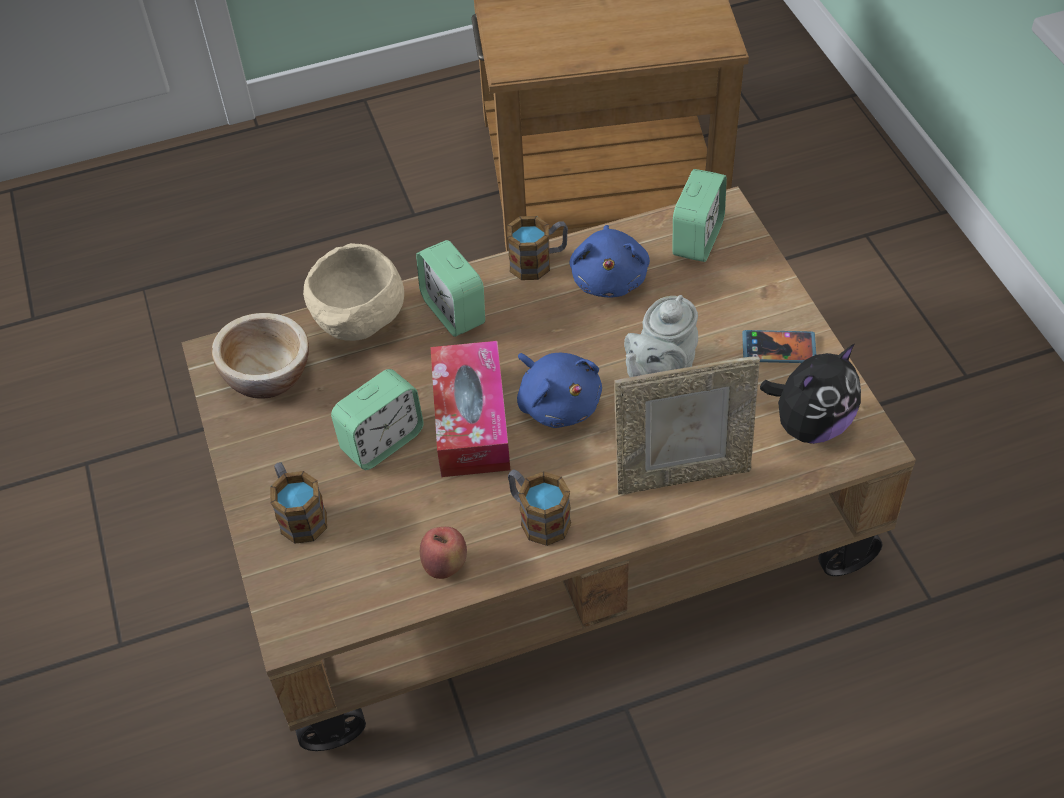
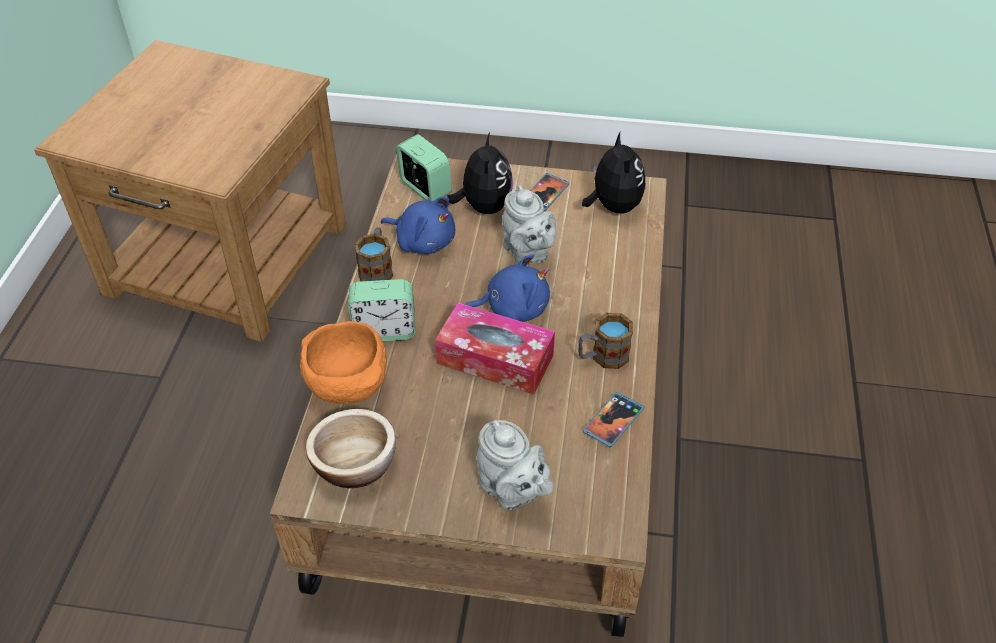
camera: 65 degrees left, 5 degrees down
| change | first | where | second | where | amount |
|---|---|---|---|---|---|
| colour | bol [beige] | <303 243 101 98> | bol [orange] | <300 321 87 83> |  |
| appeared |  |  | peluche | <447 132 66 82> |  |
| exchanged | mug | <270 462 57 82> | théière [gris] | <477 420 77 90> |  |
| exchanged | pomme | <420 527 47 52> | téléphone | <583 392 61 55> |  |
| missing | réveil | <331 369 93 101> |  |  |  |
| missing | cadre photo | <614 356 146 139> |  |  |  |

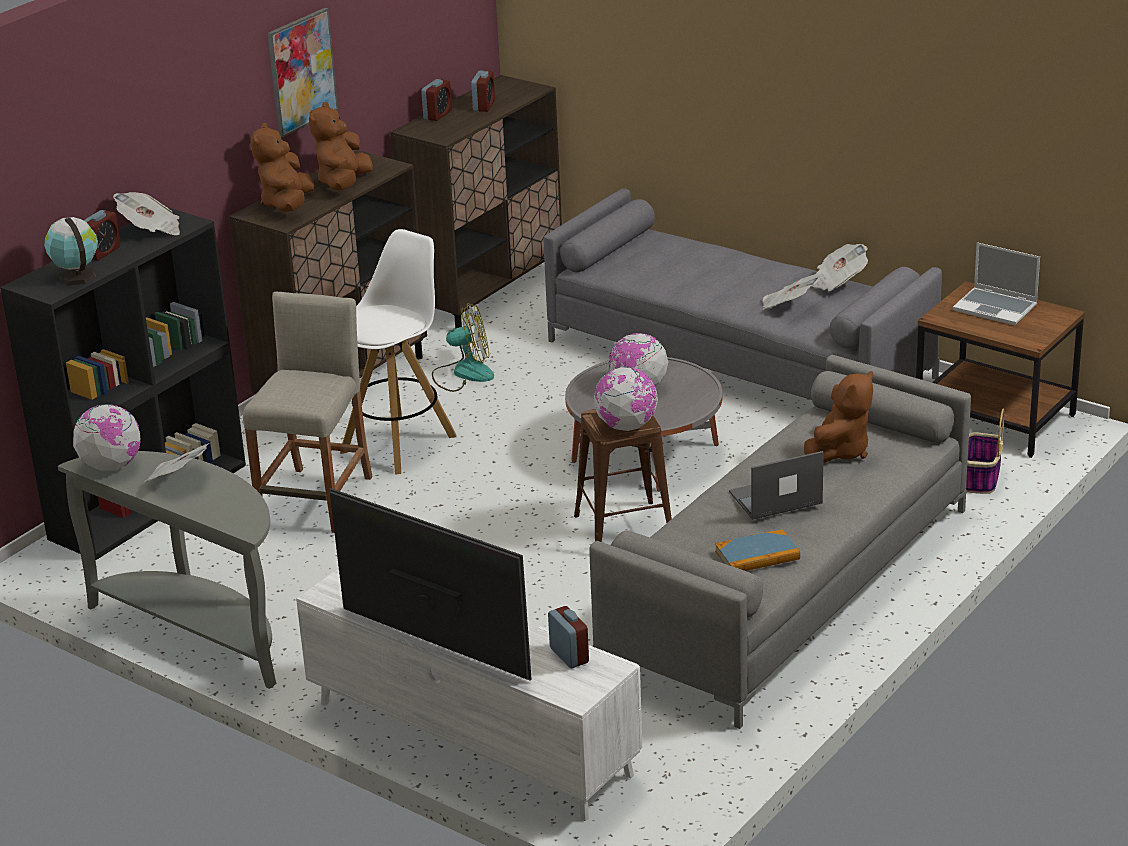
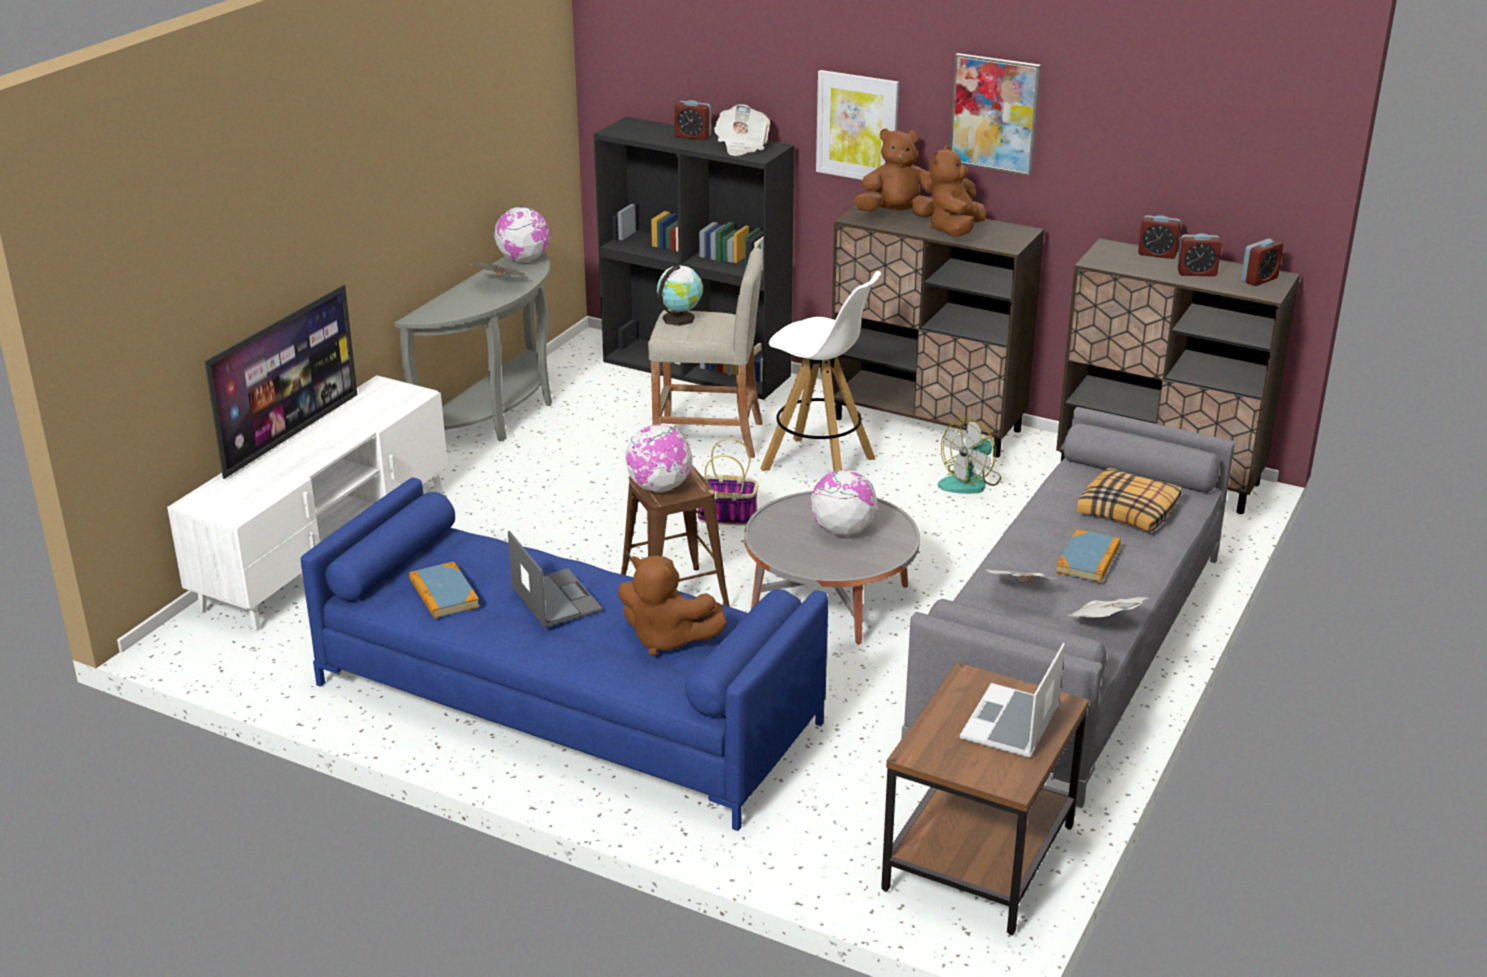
camera: 80 degrees right, 0 degrees up
| change | first | where | second | where | amount |
|---|---|---|---|---|---|
| colour | canapé [gris] | <589 355 382 374> | canapé [bleu] | <301 477 527 354> |  |
| relocated | globe | <44 217 54 69> |  | <657 265 46 61> |  |
| relocated | panier | <966 409 39 85> |  | <698 438 61 88> |  |
| appeared |  |  | tableau | <816 70 83 110> |  |
| spun | peluche [marron] | <309 102 64 88> |  | <929 145 57 91> | 75 degrees counterclockwise |
| spun | ventilateur | <432 303 62 89> |  | <938 417 63 77> | 60 degrees clockwise |
| appeared |  |  | livre | <1056 529 65 54> |  |
| appeared |  |  | coussin | <1077 467 105 65> |  |
| relocated | réveil | <548 606 41 62> |  | <1241 238 42 48> |  |

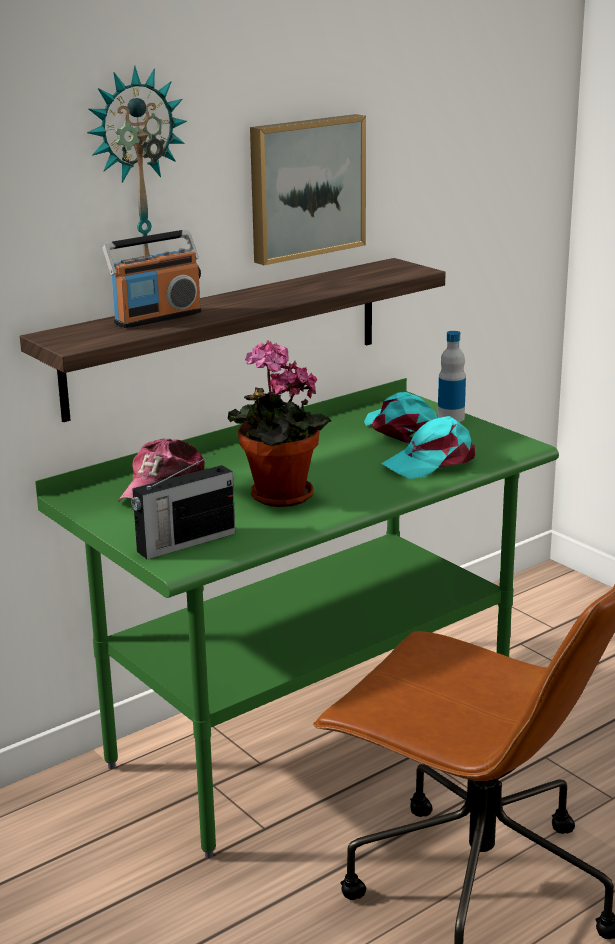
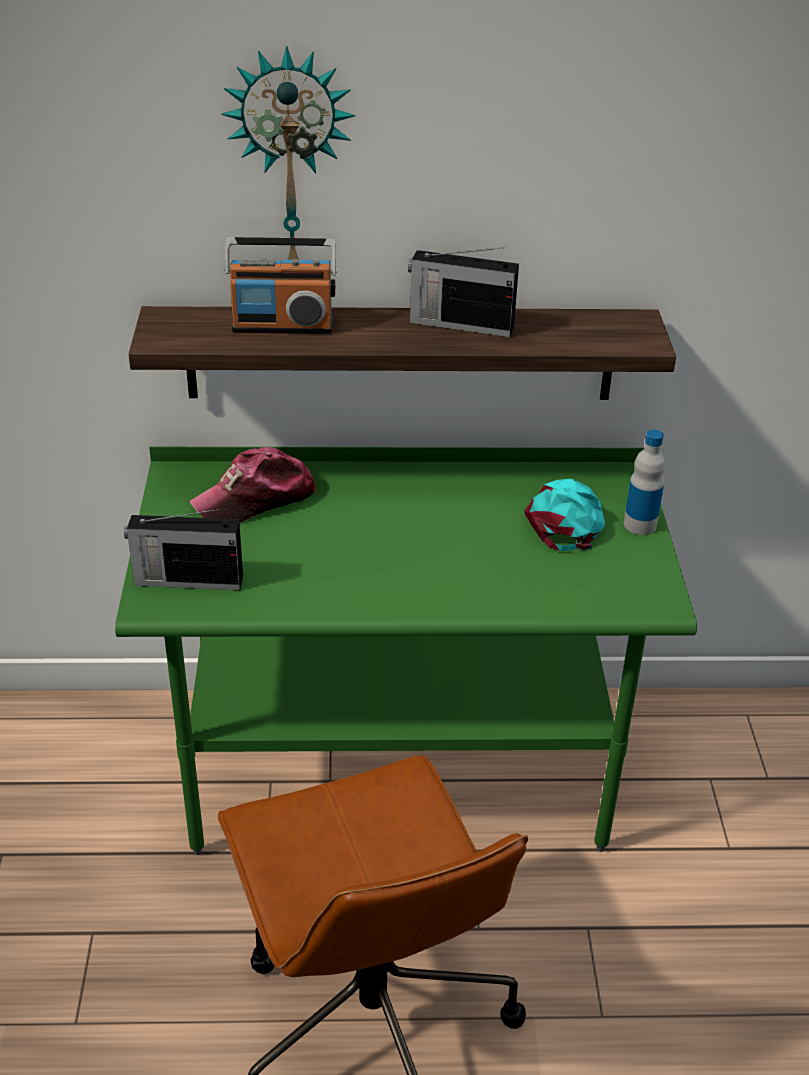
camera: 35 degrees right, 15 degrees up
| change | first | where | second | where | amount |
|---|---|---|---|---|---|
| appeared |  |  | radio | <408 247 111 90> |  |
| missing | plante en pot | <228 340 103 167> |  |  |  |
| missing | tableau | <250 114 116 151> |  |  |  |
| missing | casquette [turquoise] | <381 416 95 63> |  |  |  |

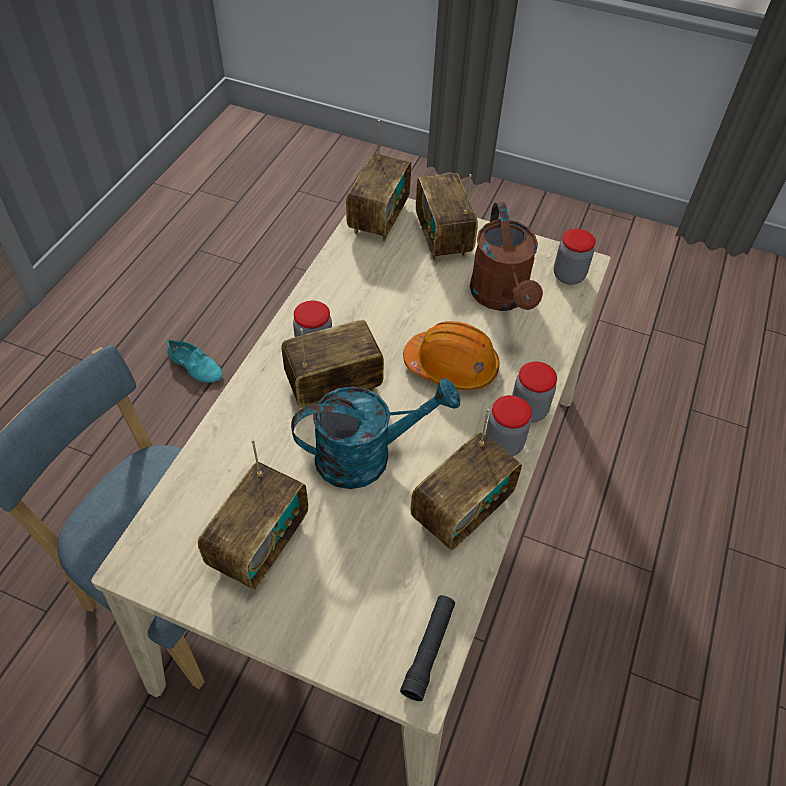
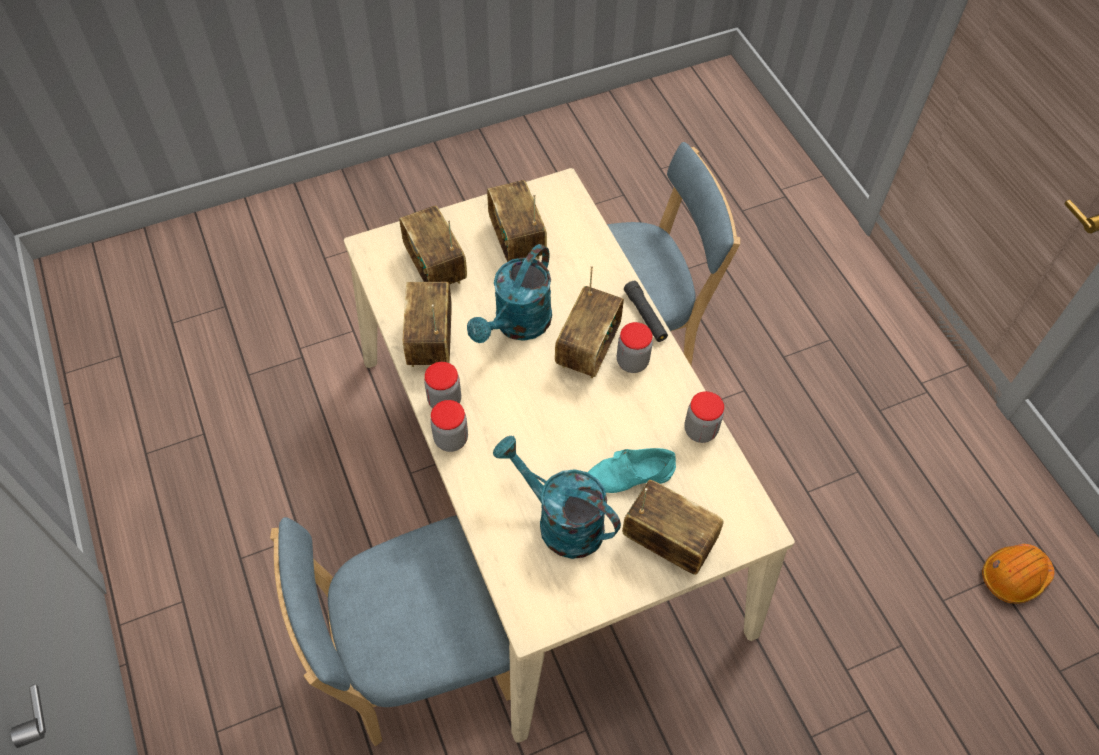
camera: 135 degrees right, 5 degrees up
| change | first | where | second | where | amount |
|---|---|---|---|---|---|
| appeared |  |  | chaise [bleu] | <270 515 241 231> |  |
| relocated | radio | <346 120 65 121> |  | <399 206 68 78> |  |
| colour | arrosoir [marron] | <470 202 73 109> | arrosoir [turquoise] | <493 436 128 123> |  |
| relocated | chaussure [turquoise] | <167 340 56 43> |  | <588 448 88 45> |  |
| relocated | lampe de poche [noir] | <400 595 55 106> |  | <624 281 44 61> |  |
| relocated | bocal | <554 229 42 56> |  | <684 391 40 52> |  |
| relocated | casque de chantier [orange] | <403 321 97 69> |  | <982 544 72 59> |  |

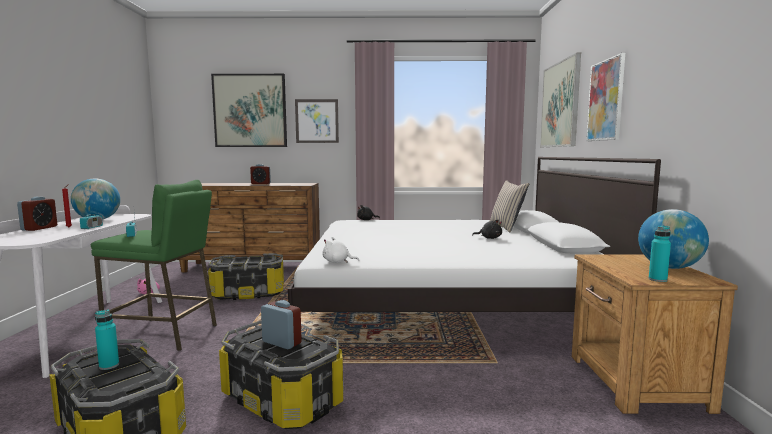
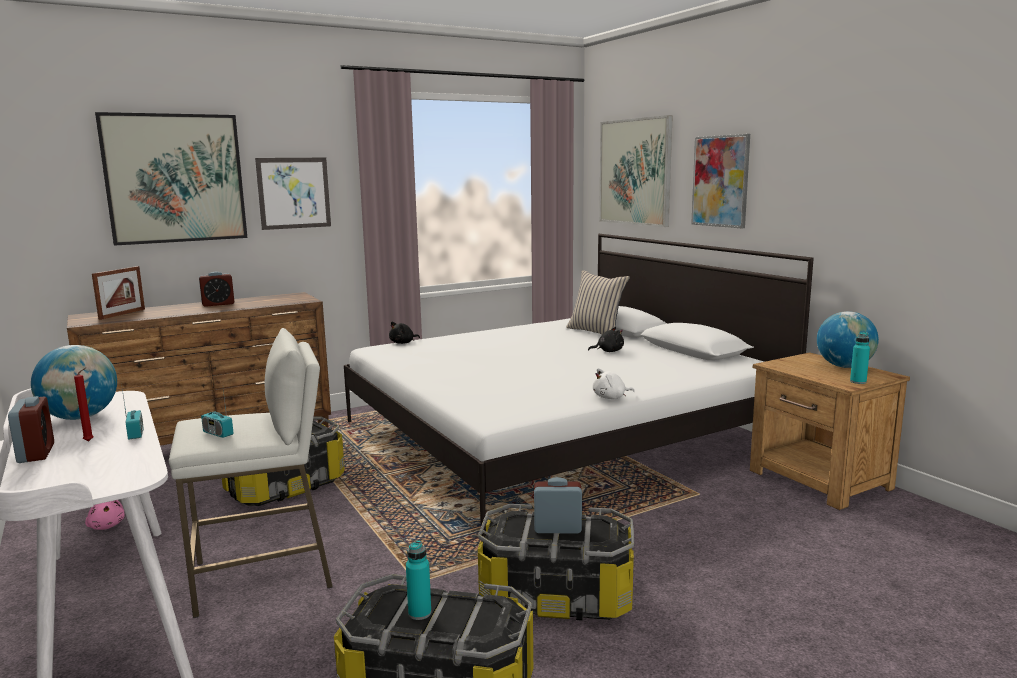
camera: 30 degrees left, 5 degrees up
| change | first | where | second | where | amount |
|---|---|---|---|---|---|
| appeared |  |  | cadre photo | <92 266 53 54> |  |
| colour | tabouret [vert] | <91 180 126 171> | tabouret [blanc] | <169 328 164 290> |  |
| relocated | peluche [blanc] | <322 237 38 26> |  | <593 368 42 31> |  |

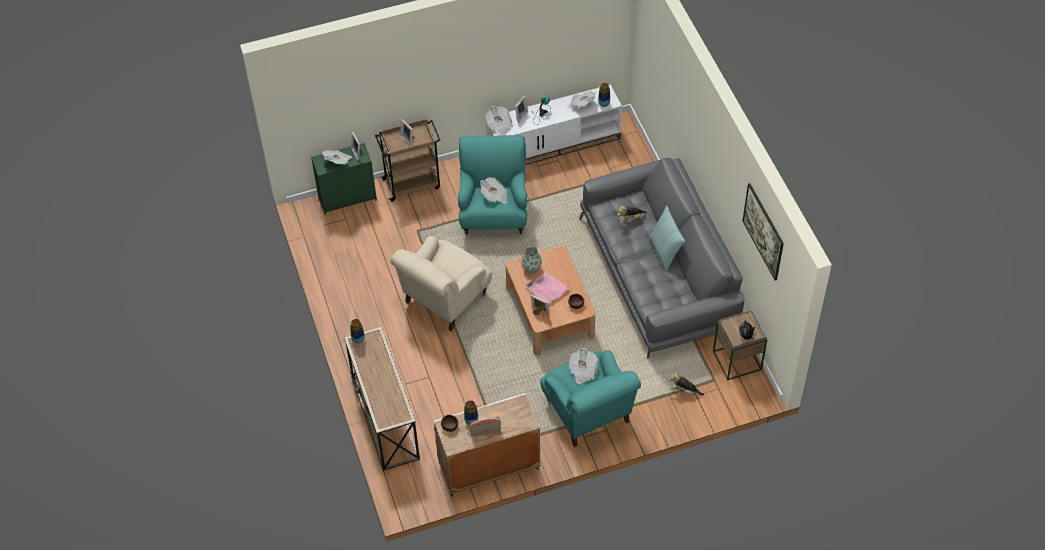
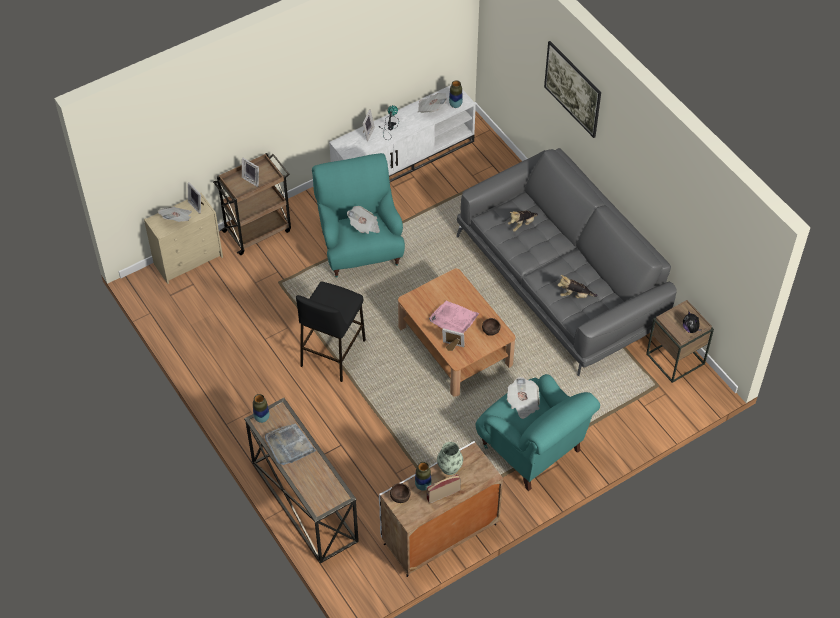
camera: 15 degrees left, 0 degrees up
| change | first | where | second | where | amount |
|---|---|---|---|---|---|
| colour | commode [vert] | <311 143 66 72> | commode [beige] | <144 193 79 91> |  |
| appeared |  |  | plateau [gris] | <265 423 51 42> |  |
| exchanged | fauteuil [beige] | <390 236 102 95> | tabouret [noir] | <296 282 70 100> |  |
| relocated | vase | <522 246 20 28> |  | <437 442 26 33> |  |
| relocated | tableau | <743 183 41 98> |  | <544 41 57 97> |  |
| relocated | peluche | <668 371 36 24> |  | <557 275 41 23> |  |
| missing | journal | <486 106 27 29> |  |  |  |
| missing | coussin | <648 206 37 66> |  |  |  |

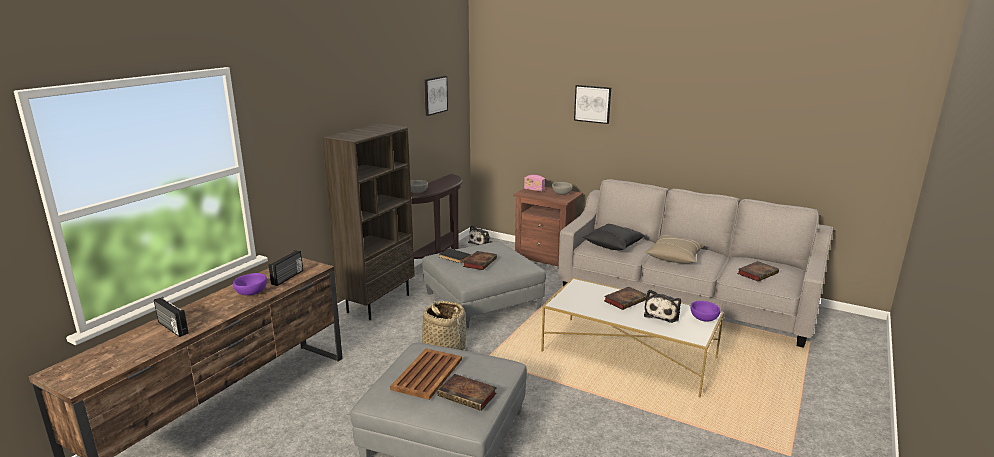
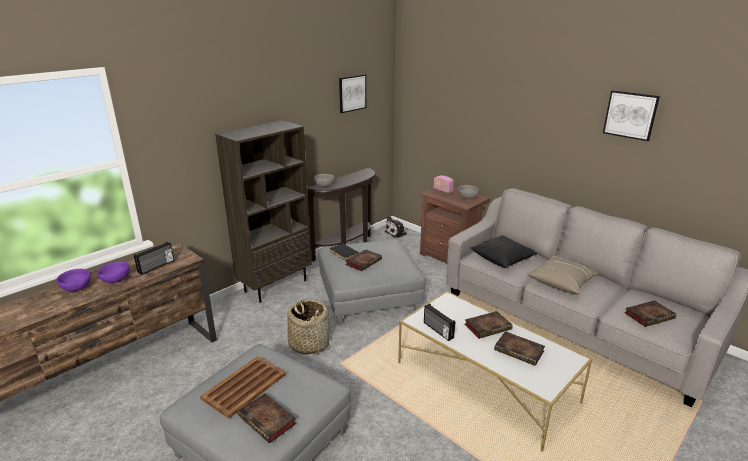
camera: 15 degrees right, 5 degrees up
| change | first | where | second | where | amount |
|---|---|---|---|---|---|
| relocated | bol [violet] | <690 301 30 21> |  | <56 269 35 22> |  |
| relocated | radio | <154 297 35 40> |  | <424 304 31 37> |  |
| exchanged | peluche | <644 290 37 33> | livre | <494 331 51 35> |  |
| relocated | tableau | <574 85 37 39> |  | <603 90 57 51> |  |

